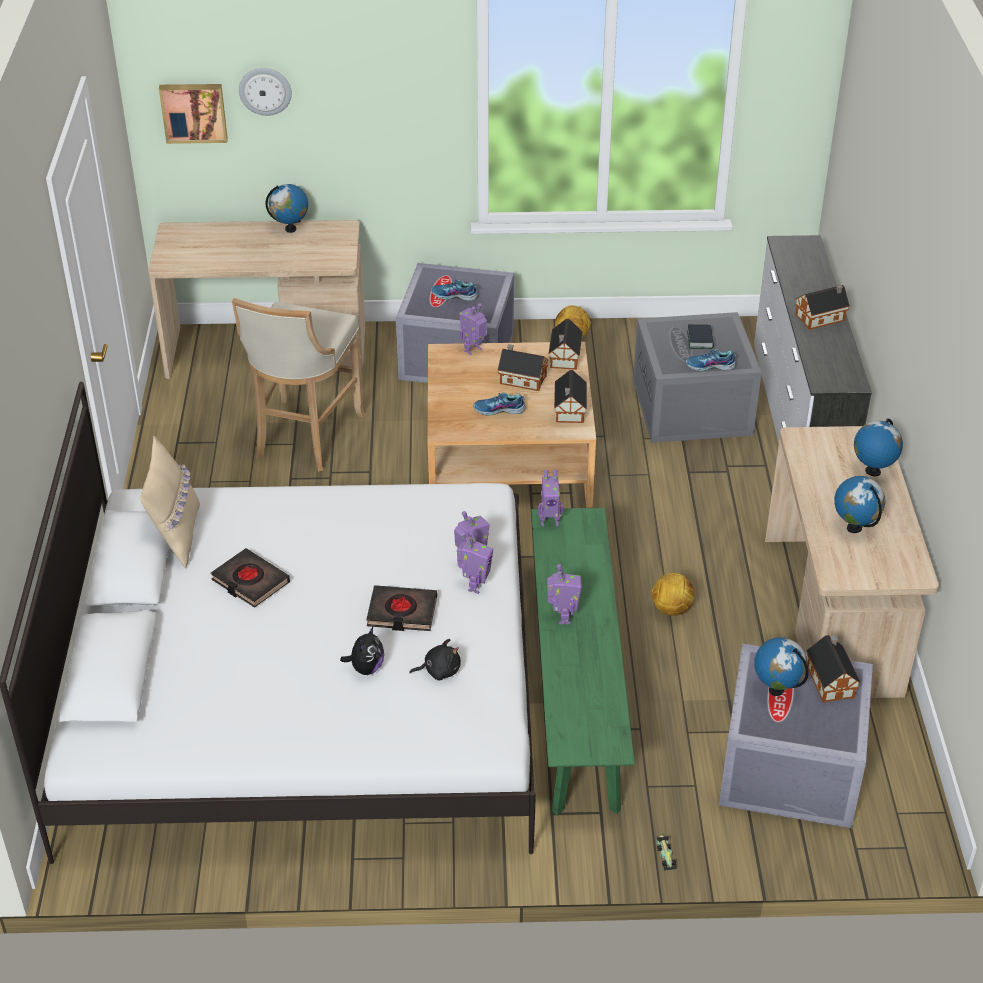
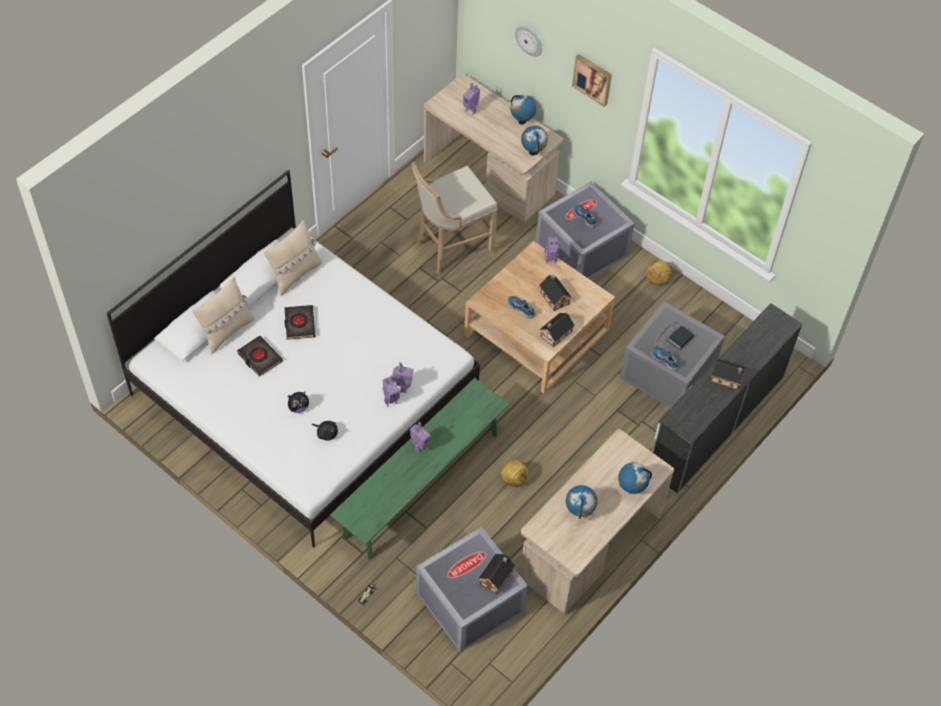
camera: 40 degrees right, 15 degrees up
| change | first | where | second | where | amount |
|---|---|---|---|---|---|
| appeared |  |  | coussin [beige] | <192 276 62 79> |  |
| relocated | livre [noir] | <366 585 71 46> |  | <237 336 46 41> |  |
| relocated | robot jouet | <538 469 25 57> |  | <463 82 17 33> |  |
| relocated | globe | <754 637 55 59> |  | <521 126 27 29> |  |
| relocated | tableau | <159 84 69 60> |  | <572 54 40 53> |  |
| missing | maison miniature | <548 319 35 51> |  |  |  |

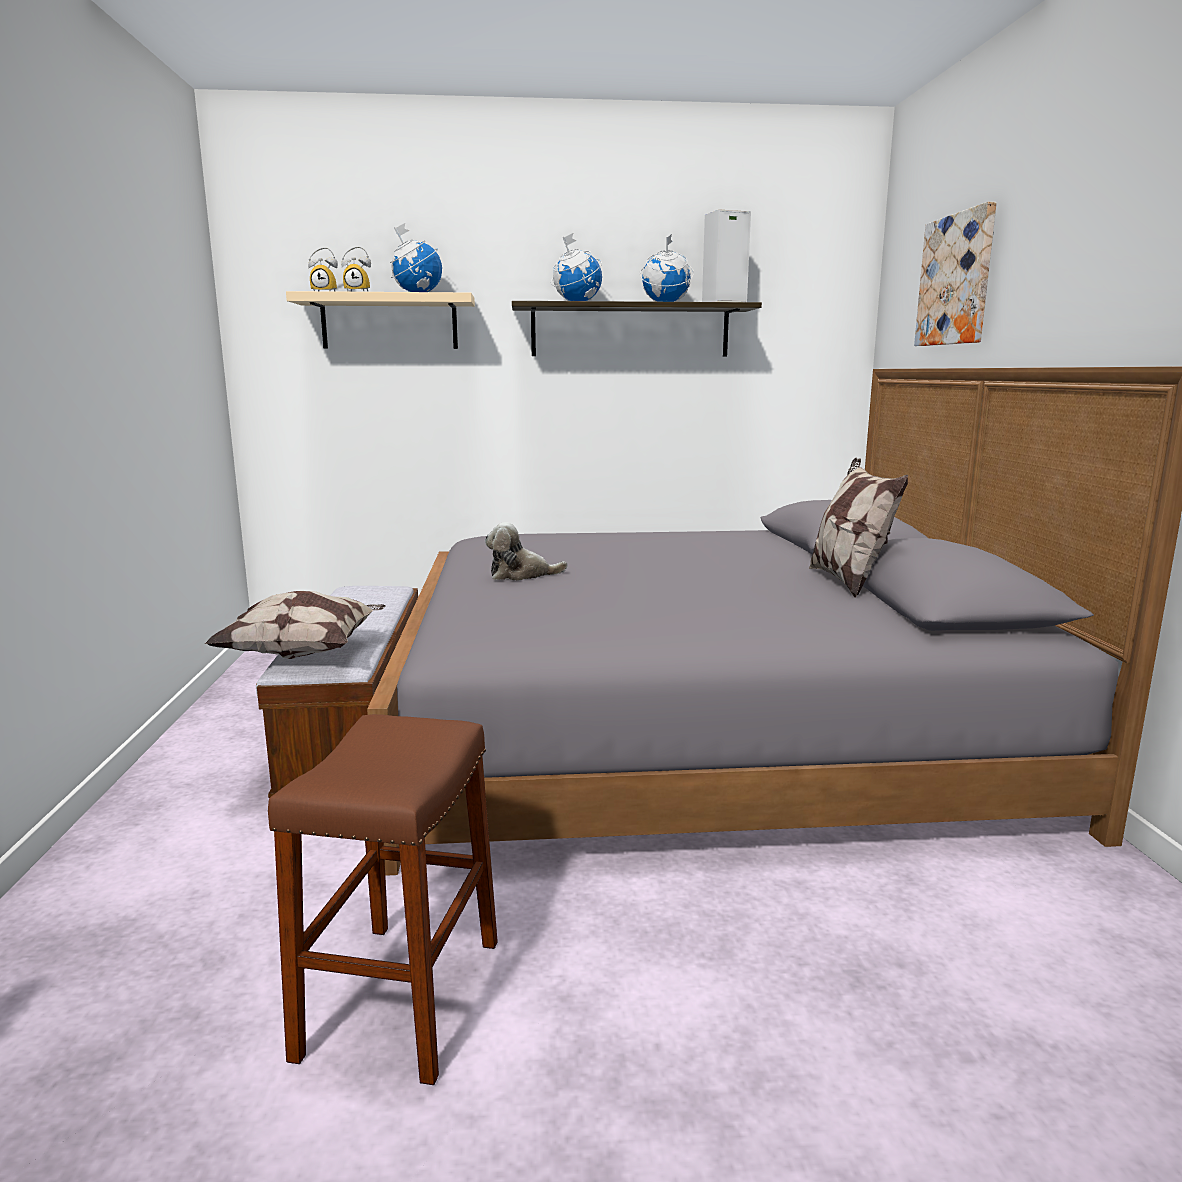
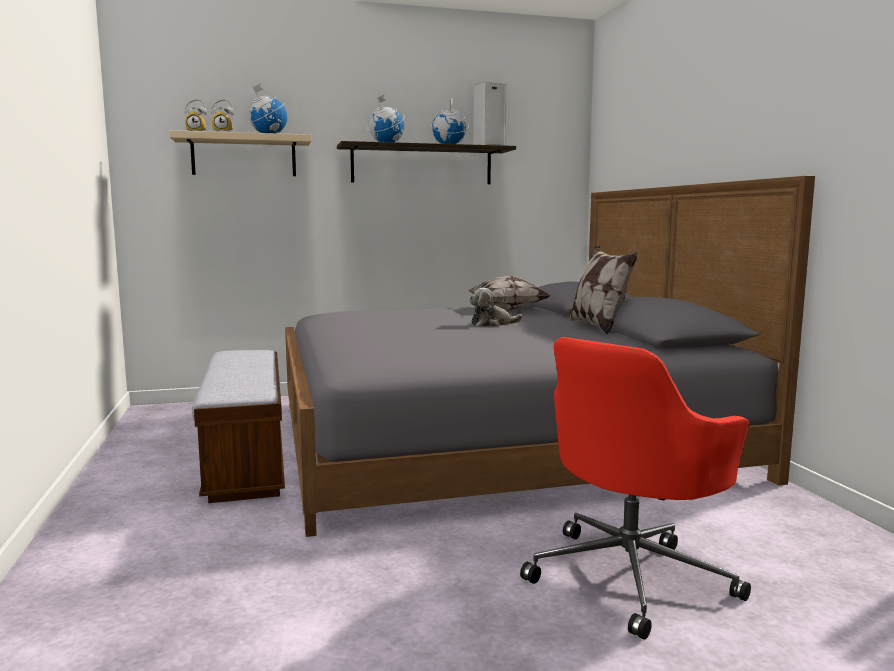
camera: 10 degrees left, 5 degrees down
| change | first | where | second | where | amount |
|---|---|---|---|---|---|
| relocated | coussin | <204 591 182 68> |  | <469 276 81 35> |  |
| relocated | peluche | <485 522 83 59> |  | <469 288 53 39> |  |
| appeared |  |  | chaise de bureau [rouge] | <520 337 231 303> |  |
| missing | tabouret [marron] | <268 714 230 371> |  |  |  |
| missing | tableau | <914 202 83 144> |  |  |  |

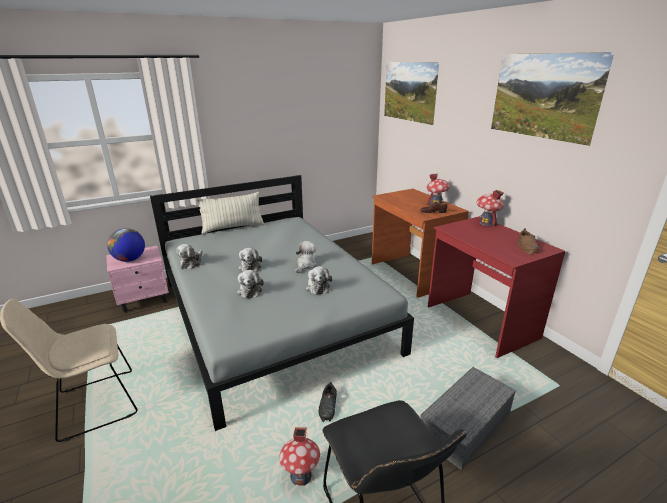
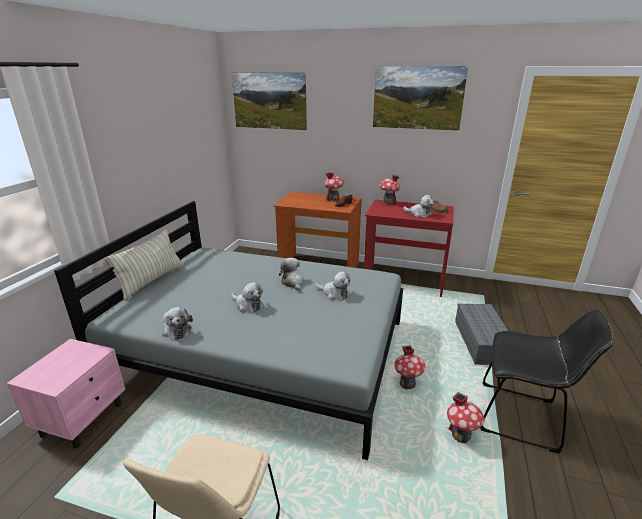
camera: 45 degrees left, 0 degrees up
| change | first | where | second | where | amount |
|---|---|---|---|---|---|
| exchanged | chaussure [noir] | <318 382 19 40> | maison miniature | <394 345 31 45> |  |
| relocated | peluche | <237 270 27 29> |  | <403 195 31 22> |  |
| missing | globe | <107 228 38 34> |  |  |  |

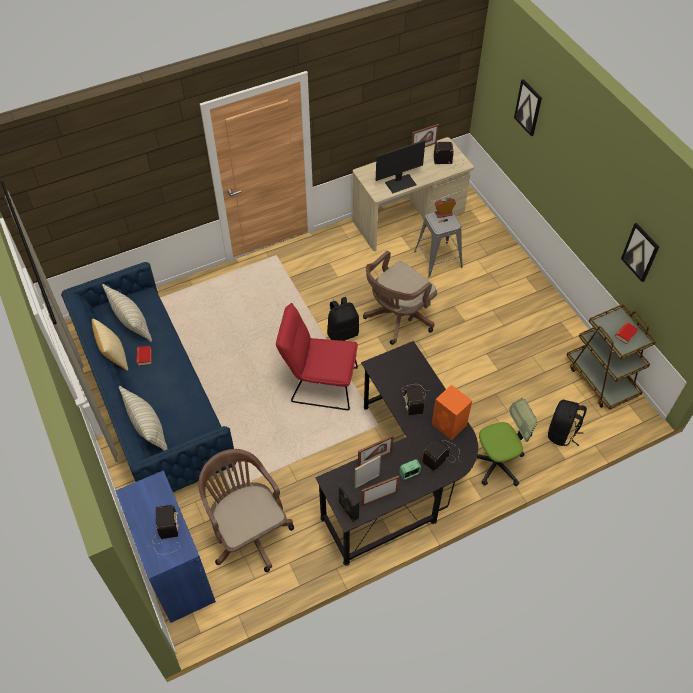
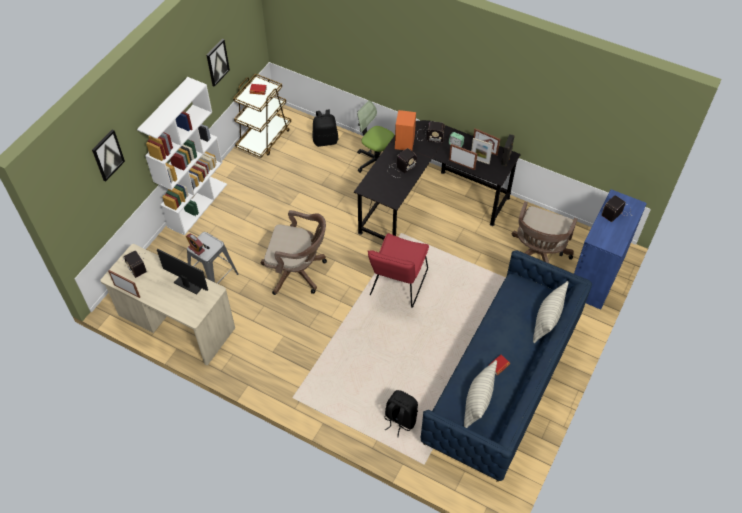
camera: 125 degrees left, 0 degrees up
| change | first | where | second | where | amount |
|---|---|---|---|---|---|
| appeared |  |  | bibliothèque [blanc] | <137 77 90 159> |  |
| spun | chaise [rouge] | <276 303 82 107> |  | <368 233 61 75> | 45 degrees clockwise |
| relocated | sac à dos [noir] | <327 297 32 44> |  | <385 390 33 47> |  |
| missing | coussin | <92 319 36 52> |  |  |  |

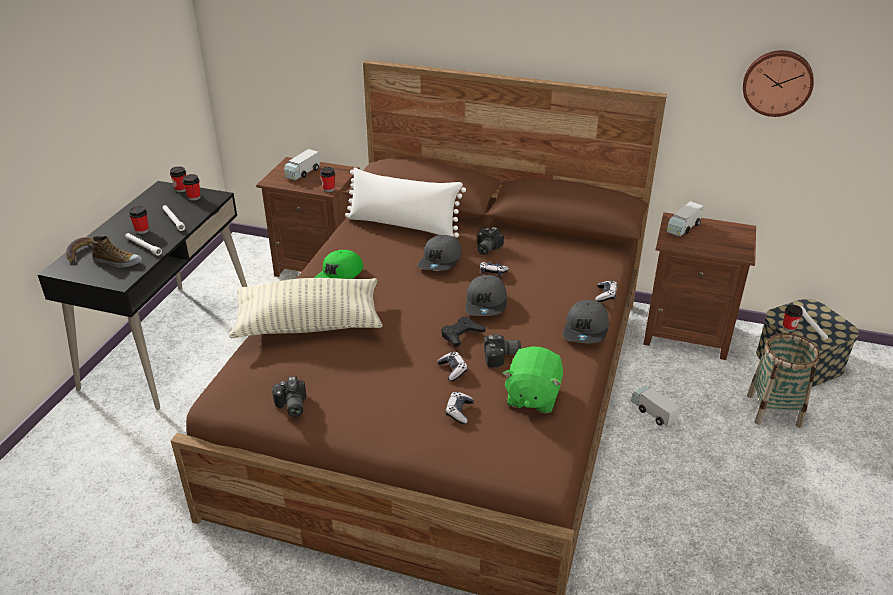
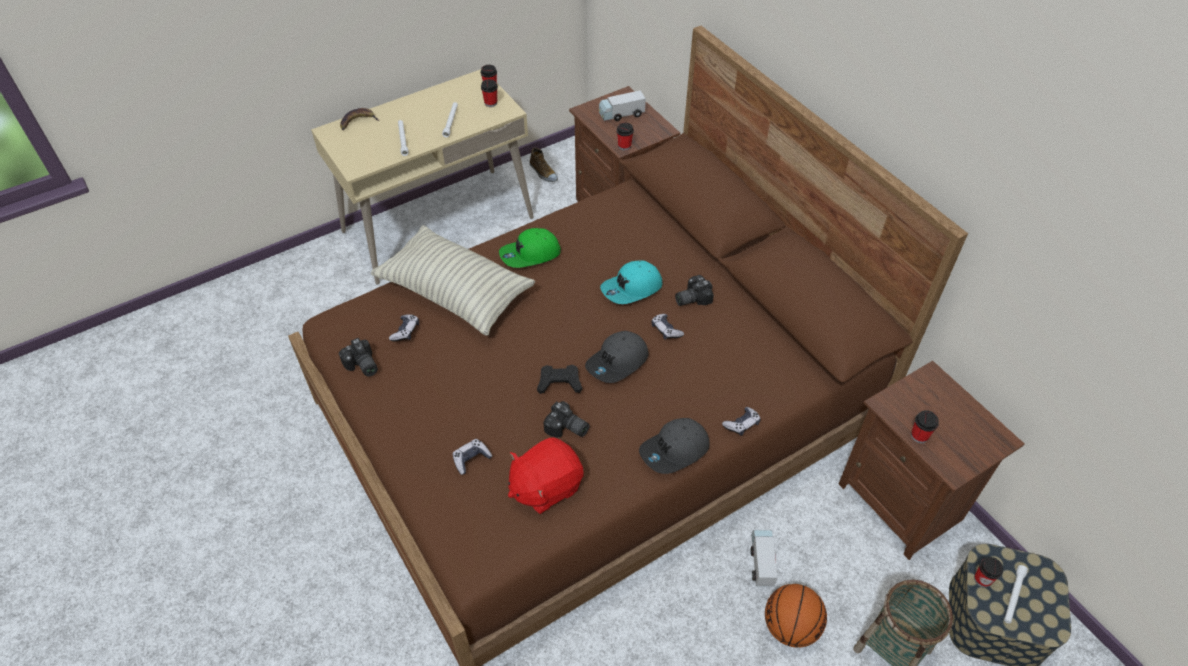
camera: 40 degrees right, 15 degrees up
| change | first | where | second | where | amount |
|---|---|---|---|---|---|
| colour | bureau [noir] | <38 181 210 229> | bureau [beige] | <311 69 223 216> |  |
| spun | appareil photo | <272 376 34 41> |  | <339 338 39 39> | 60 degrees counterclockwise |
| relocated | manette | <437 352 31 29> |  | <389 314 30 28> |  |
| colour | peluche [vert] | <503 346 60 67> | peluche [rouge] | <508 438 76 76> |  |
| relocated | chaussure | <91 236 51 32> |  | <530 147 28 35> |  |
| colour | casquette [gris] | <417 235 45 36> | casquette [turquoise] | <600 261 62 43> |  |
| appeared |  |  | ballon de basket | <765 584 62 64> |  |
| relocated | tasse | <129 206 20 28> |  | <911 410 28 33> |  |
| missing | coussin [blanc] | <345 167 121 71> |  |  |  |
| missing | camion jouet | <667 201 36 36> |  |  |  |
| missing | horloge murale | <743 50 71 67> |  |  |  |

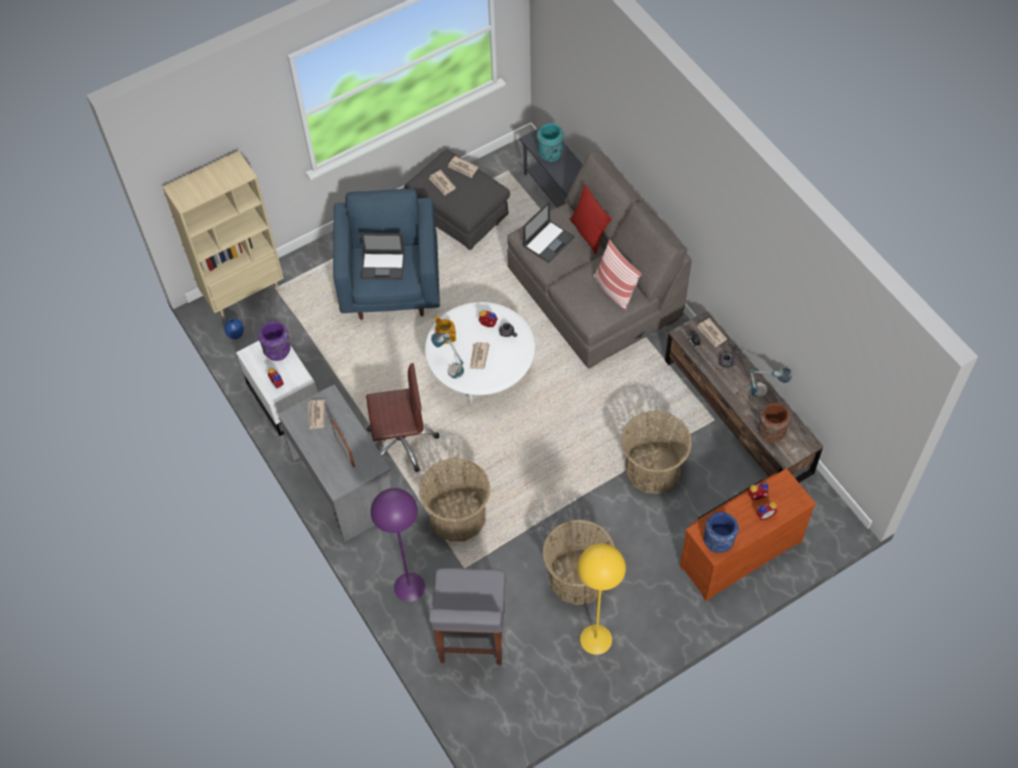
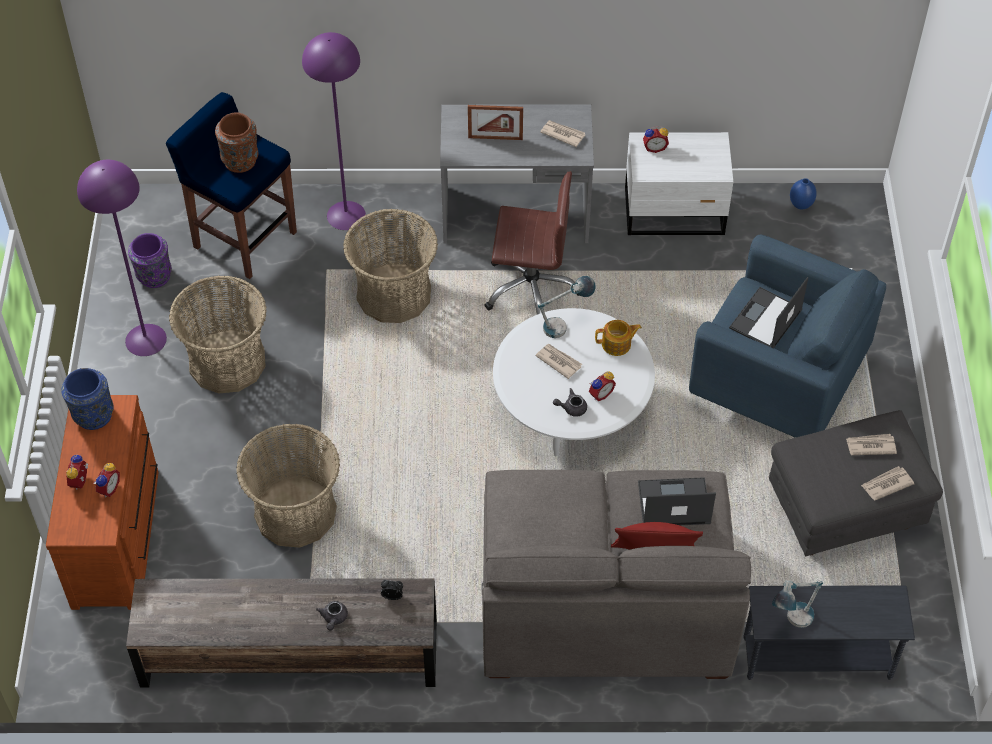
camera: 120 degrees right, 5 degrees down
| change | first | where | second | where | amount |
|---|---|---|---|---|---|
| colour | lampadaire [jaune] | <577 544 49 111> | lampadaire [violet] | <77 160 90 196> |  |
| relocated | vase [violet] | <258 322 33 39> |  | <128 233 44 55> |  |
| colour | tabouret [gris] | <429 568 77 97> | tabouret [bleu] | <166 92 131 187> |  |
| relocated | vase [marron] | <758 403 33 40> |  | <215 113 43 60> |  |
| spun | chaise de bureau [marron] | <366 363 73 109> |  | <484 171 96 144> | 105 degrees counterclockwise |
| spun | ordinateur portable | <523 201 51 62> |  | <638 477 78 48> | 105 degrees clockwise |
| relocated | lampe de table | <749 368 43 30> |  | <772 580 51 48> |  |
| missing | bibliothèque [beige] | <163 151 121 168> |  |  |  |
| missing | vase [turquoise] | <537 123 27 38> |  |  |  |
| missing | coussin | <593 239 49 72> |  |  |  |
| missing | journal | <697 318 30 29> |  |  |  |

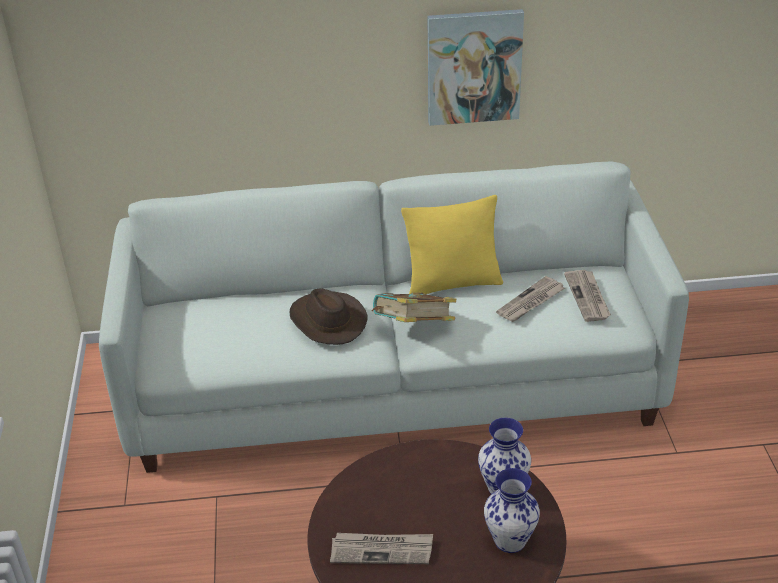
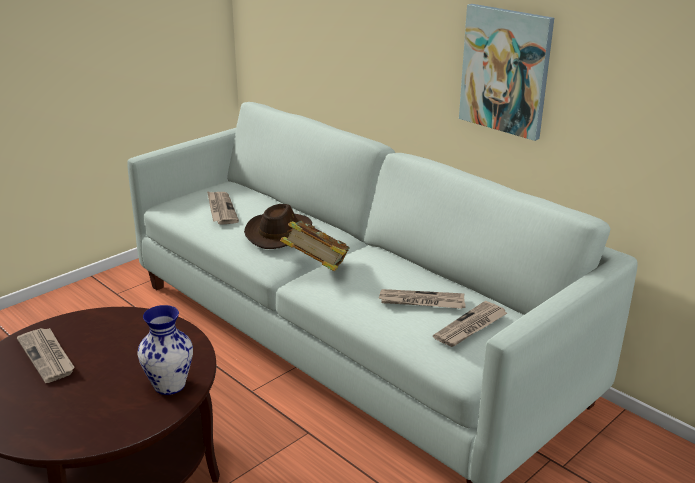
camera: 50 degrees right, 10 degrees down
| change | first | where | second | where | amount |
|---|---|---|---|---|---|
| appeared |  |  | journal | <207 191 32 34> |  |
| missing | coussin [jaune] | <401 195 102 99> |  |  |  |
| missing | vase | <484 468 56 85> |  |  |  |

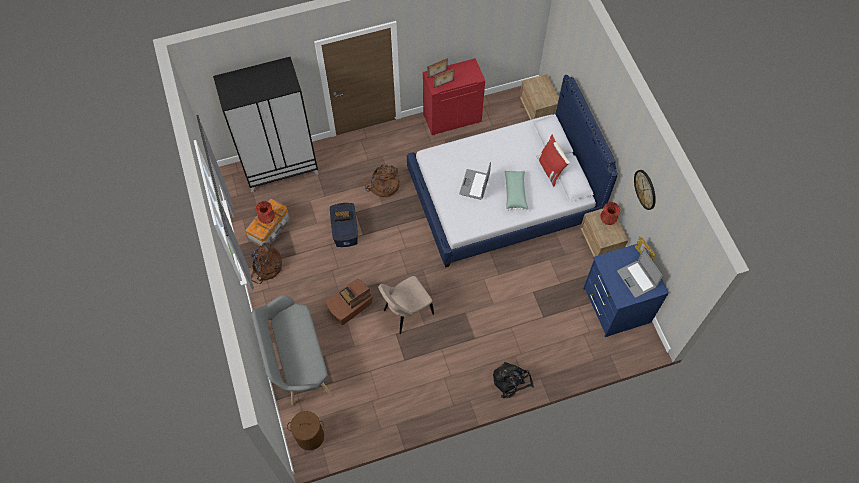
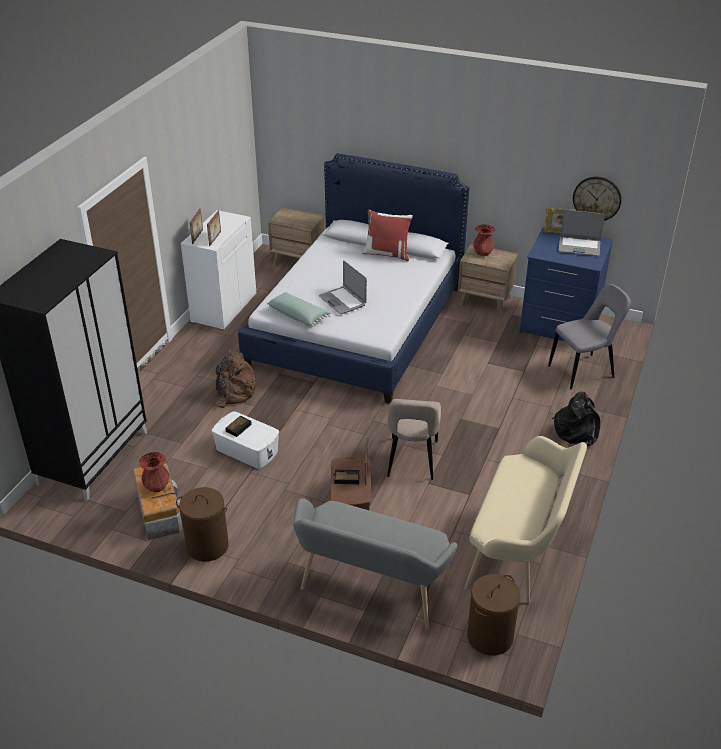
camera: 50 degrees left, 25 degrees down
| change | first | where | second | where | amount |
|---|---|---|---|---|---|
| exchanged | sac à dos [marron] | <251 242 31 42> | panier à linge [marron] | <176 487 53 75> |  |
| colour | meuble de rangement [rouge] | <423 58 62 77> | meuble de rangement [blanc] | <181 210 75 121> |  |
| colour | boîte de rangement [bleu] | <330 203 28 44> | boîte de rangement [blanc] | <212 411 67 58> |  |
| relocated | coussin [vert] | <505 170 23 41> |  | <267 292 64 35> |  |
| appeared |  |  | banc [beige] | <464 436 123 167> |  |
| appeared |  |  | chaise [gris] | <548 284 83 106> |  |
| relocated | horloge murale | <634 170 22 40> |  | <573 176 49 45> |  |

